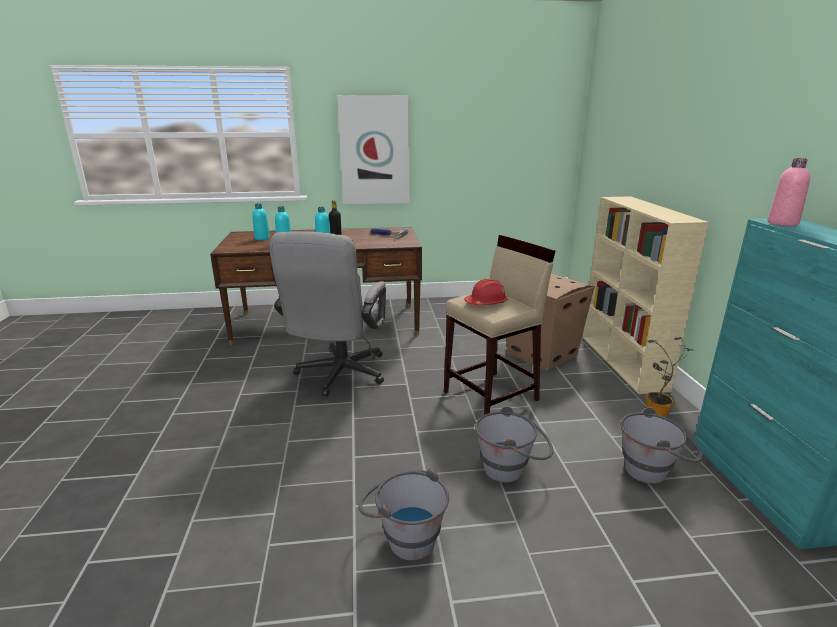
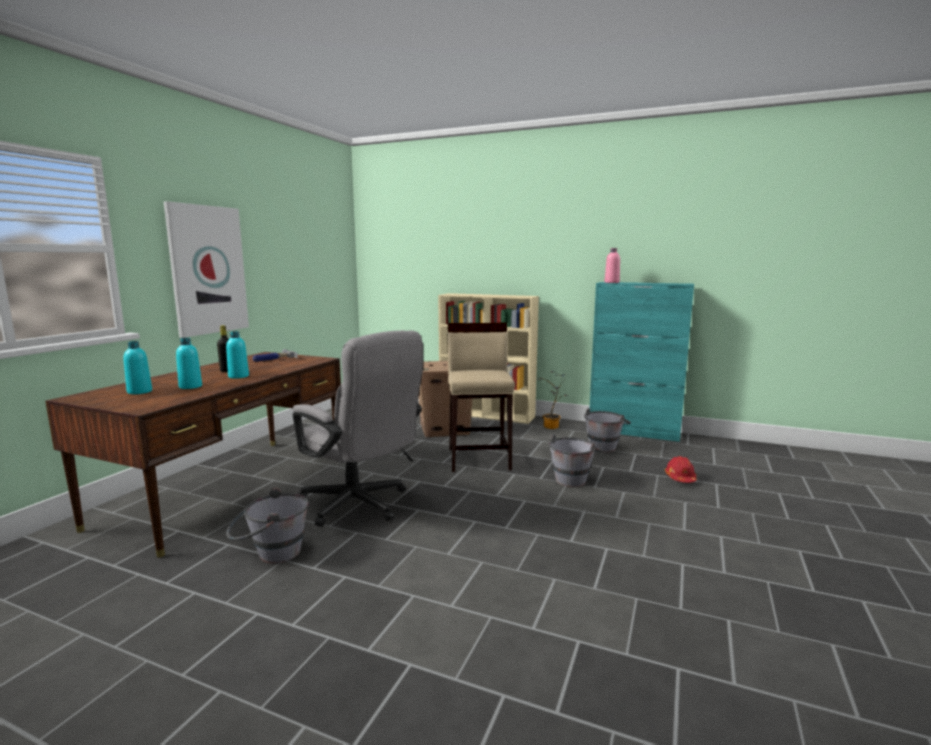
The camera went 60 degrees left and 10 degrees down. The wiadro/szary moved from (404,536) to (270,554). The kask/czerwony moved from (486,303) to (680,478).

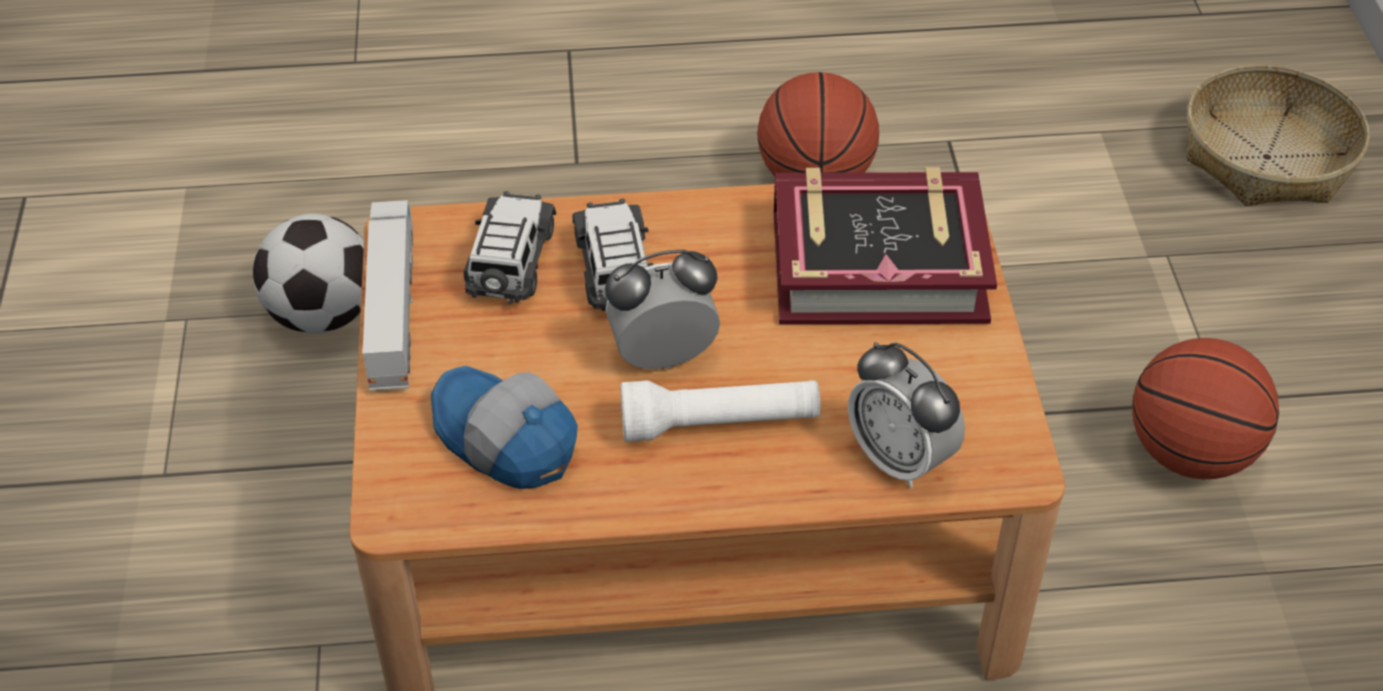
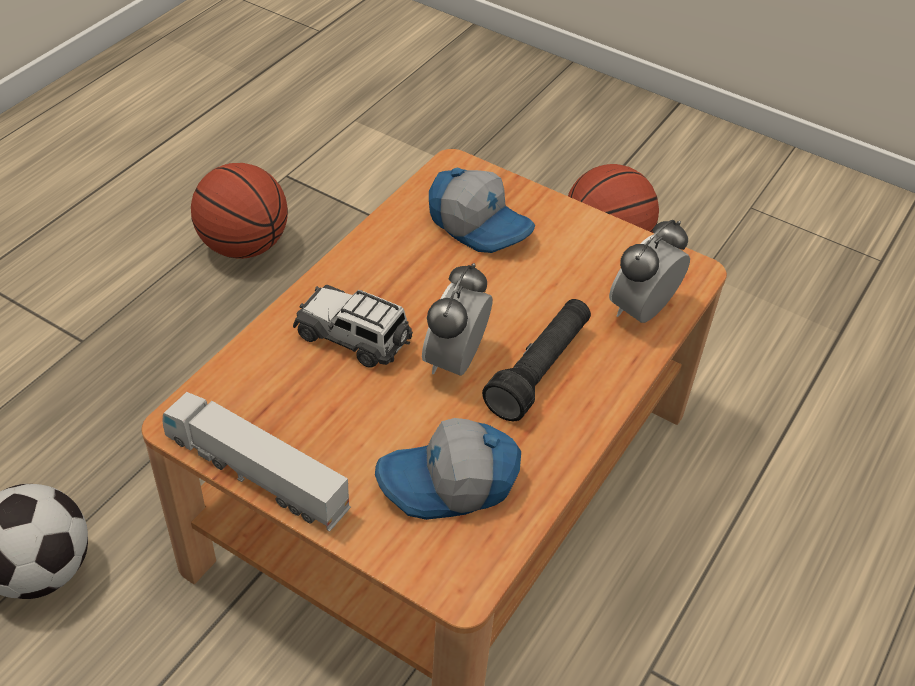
The camera went 55 degrees left and 0 degrees up. The samochodzik at (511,263) disappeared. The latarka/biały at (720,424) became the latarka/czarny at (539,370). The książka at (878,265) was replaced by the czapka z daszkiem at (480,224). The budzik at (900,459) turned 135 degrees clockwise. The koszyk at (1267,157) disappeared.

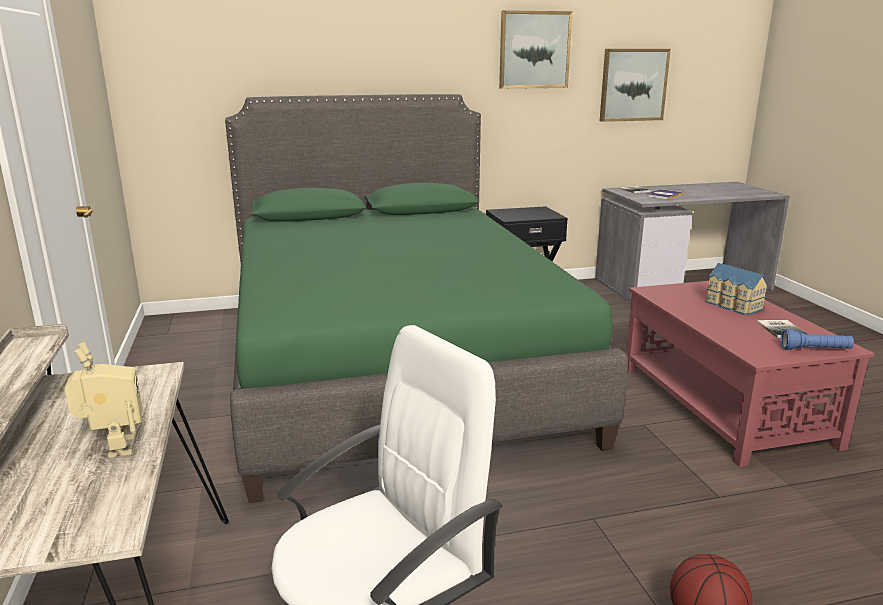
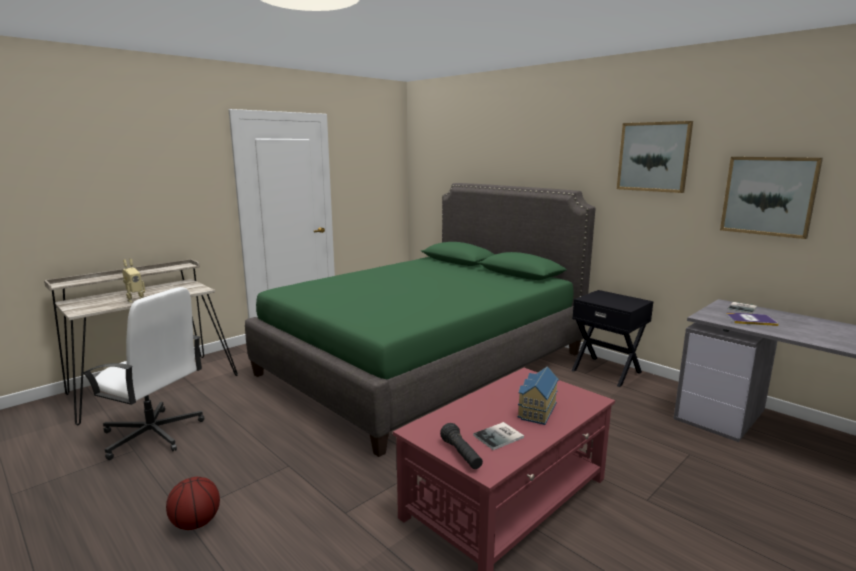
The camera went 60 degrees right and 5 degrees down. The latarka/niebieski at (815,350) became the latarka/czarny at (461,455).

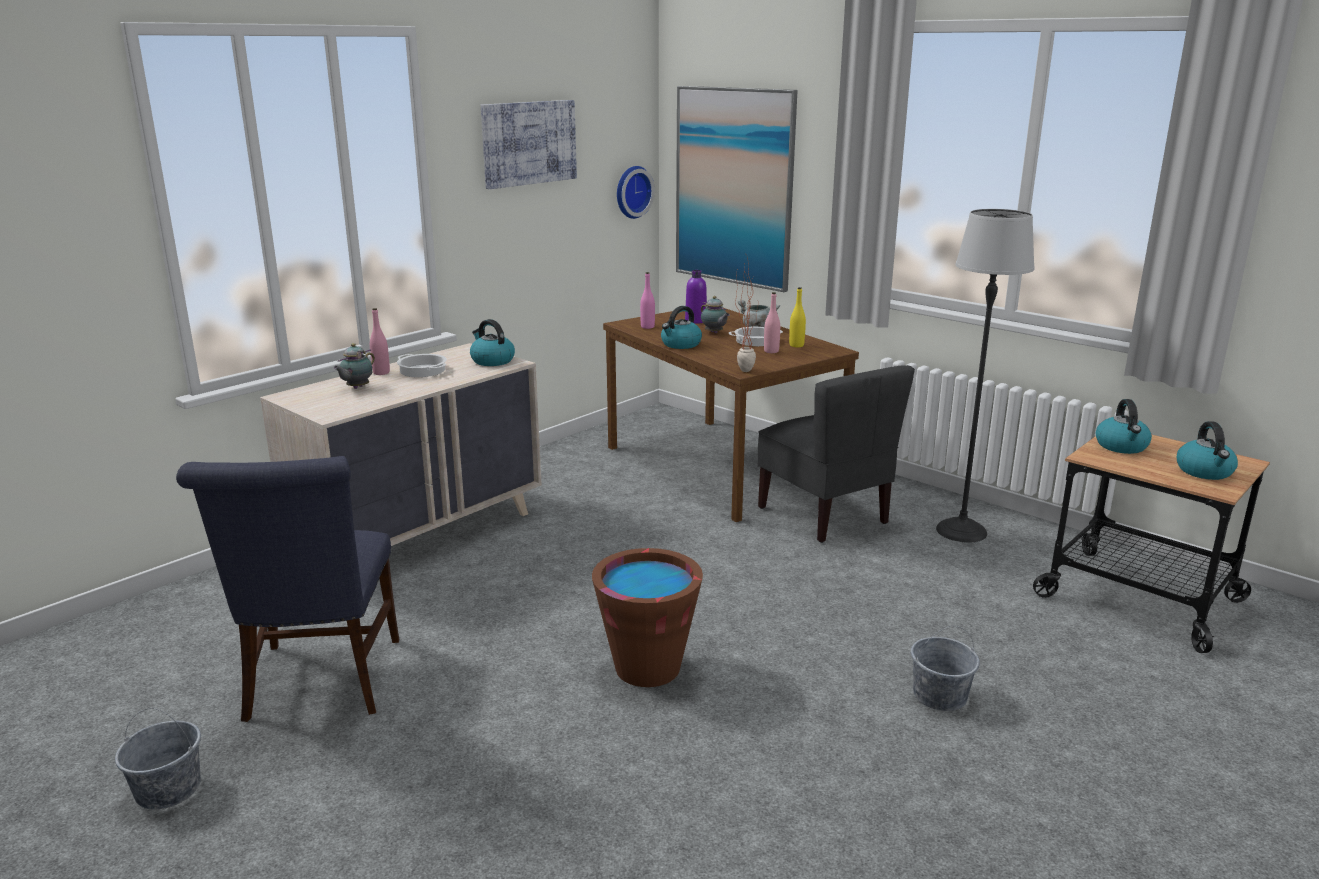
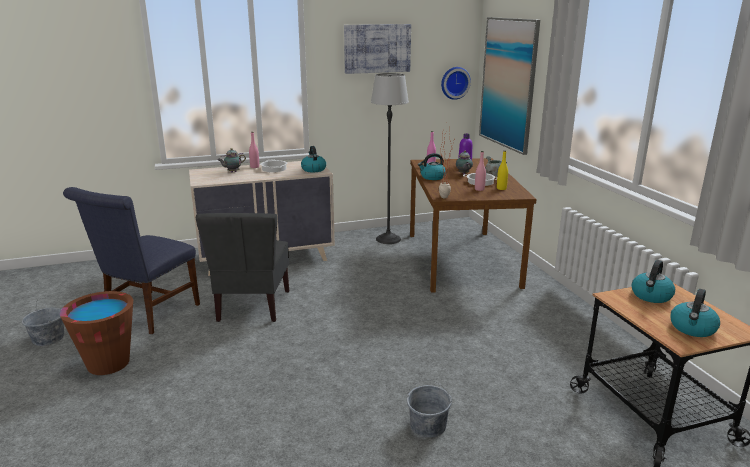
The camera went 30 degrees right and 0 degrees up. The wiadro/brązowy moved from (647,668) to (108,363). The krzesło/szary moved from (824,515) to (252,306). The lampa stojąca moved from (962,531) to (388,239).

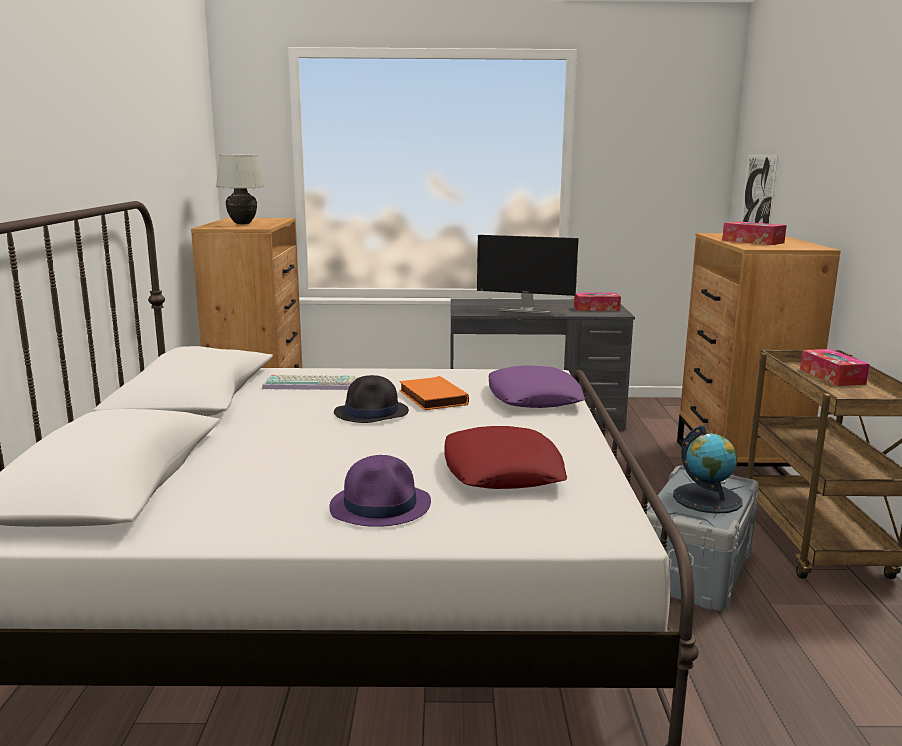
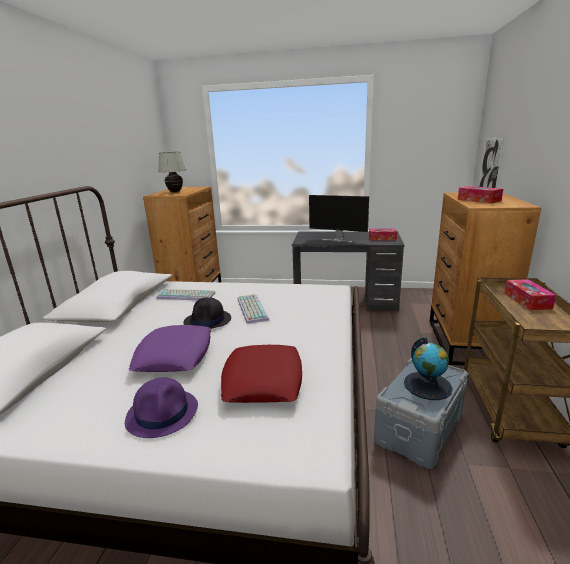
The camera went 10 degrees right and 5 degrees up. The książka/pomarańczowy at (431,398) was replaced by the klawiatura at (251,309). The poduszka/fioletowy moved from (534,398) to (174,355).

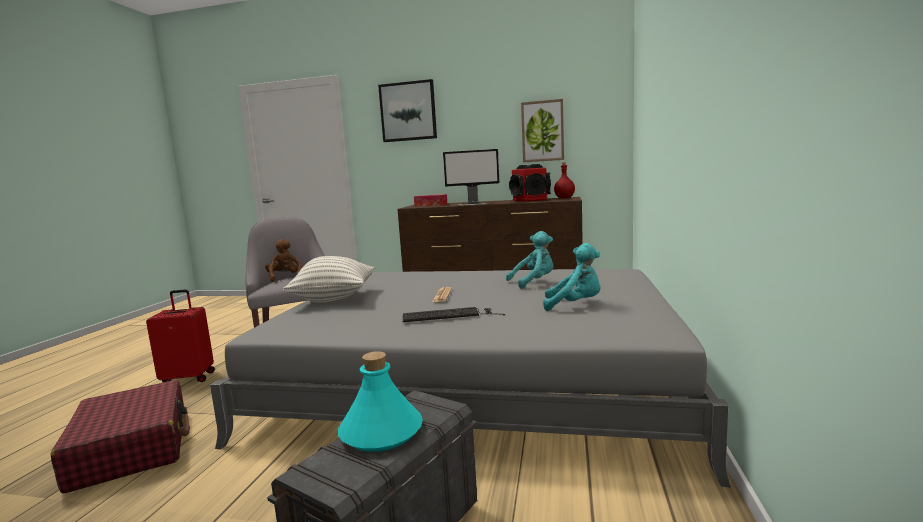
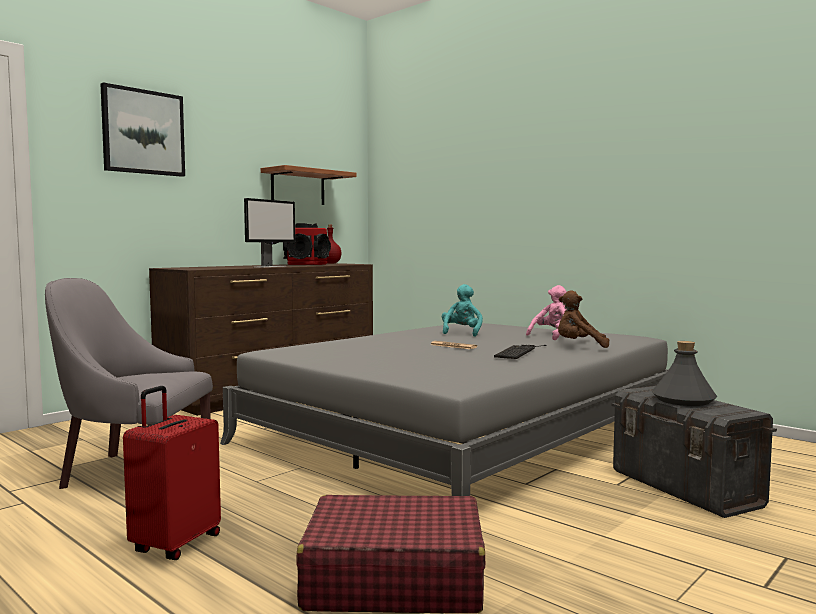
The camera went 60 degrees left and 5 degrees down. The pluszak/brązowy moved from (285,278) to (579,346). The poduszka at (334,299) disappeared. The butelka/turkusowy at (381,432) became the butelka/szary at (683,400). The pudełko chusteczek at (431,205) disappeared. The obraz at (542,131) was replaced by the półka at (298,187). The pluszak/turkusowy at (575,305) became the pluszak/różowy at (552,336).

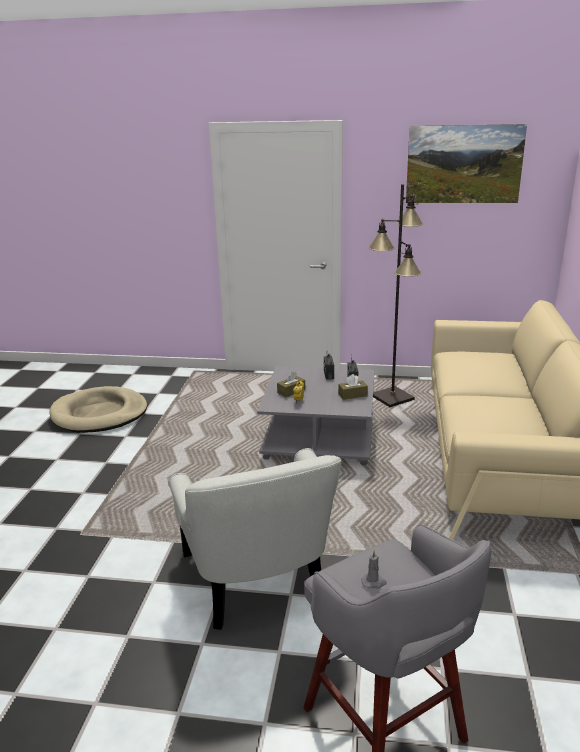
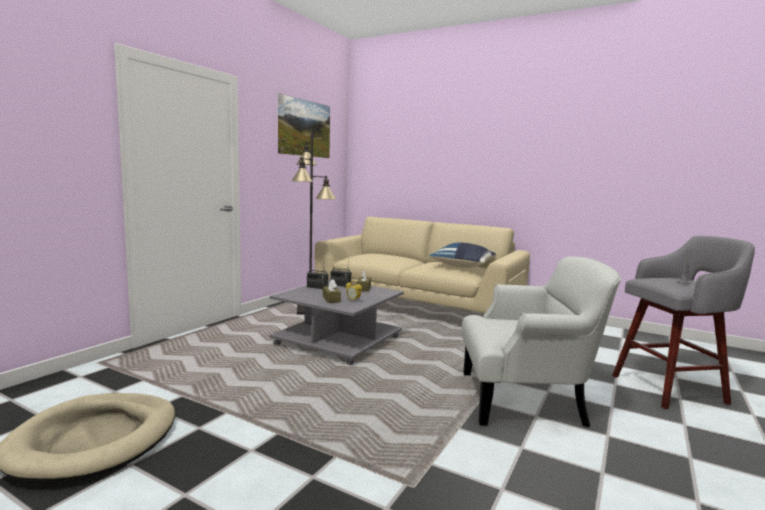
The camera went 70 degrees left and 15 degrees down. The poduszka/niebieski at (463,267) appeared.

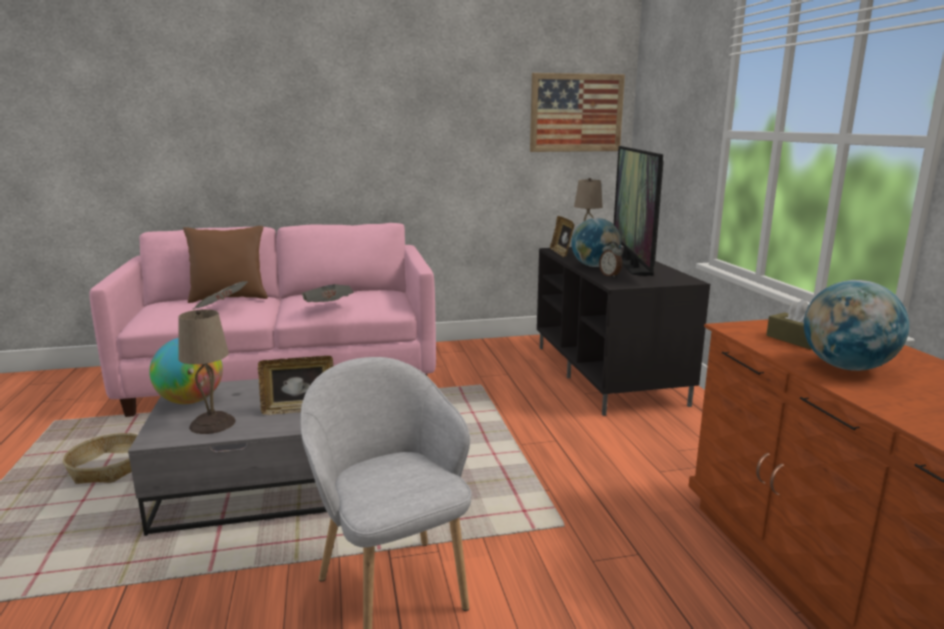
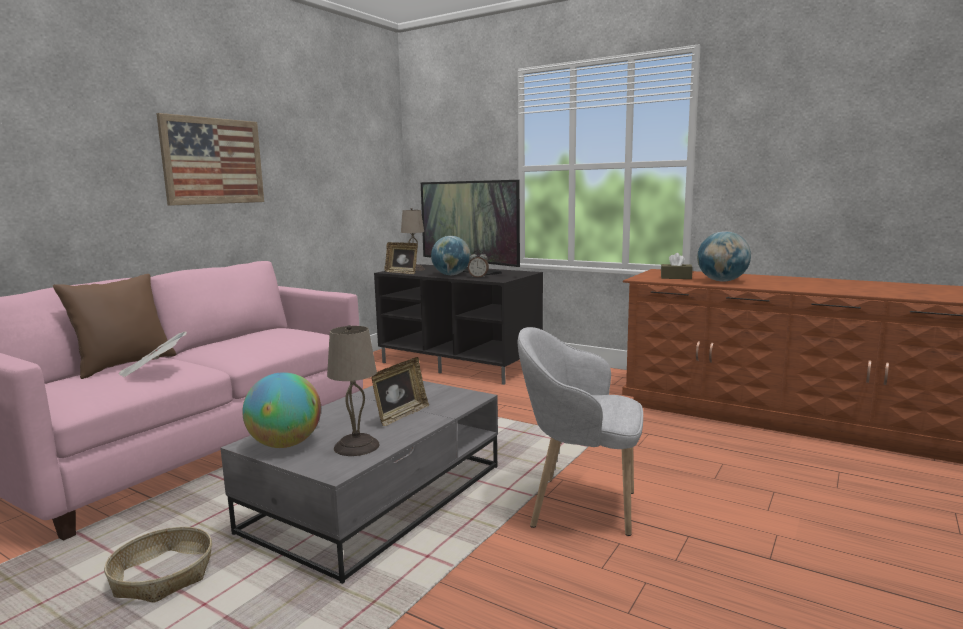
The camera went 45 degrees left and 5 degrees down. The gazeta at (328,308) disappeared. The obraz moved from (576,113) to (213,161).

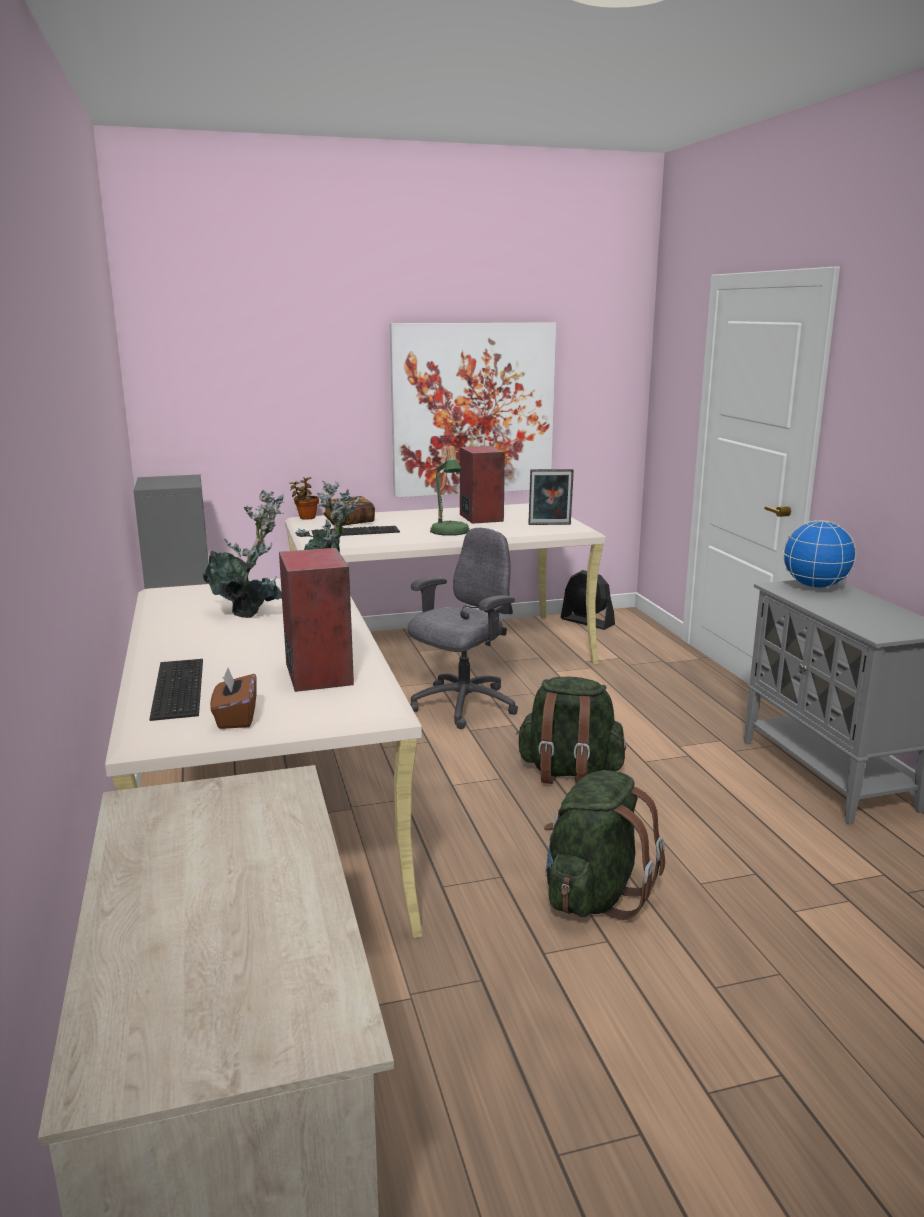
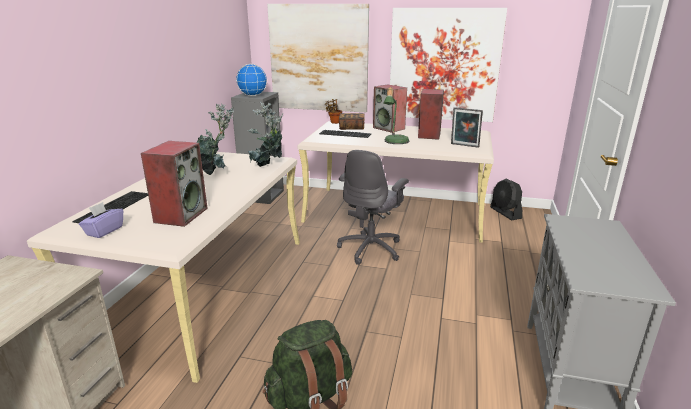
The camera went 30 degrees right and 5 degrees up. The pudełko chusteczek/brązowy at (236,718) became the pudełko chusteczek/fioletowy at (104,231). The krzesło biurowe/szary at (462,706) turned 135 degrees clockwise. The plecak/zielony at (569,772) disappeared. The globus moved from (814,587) to (253,95). The obraz at (318,58) appeared. The głośnik at (389,128) appeared.

